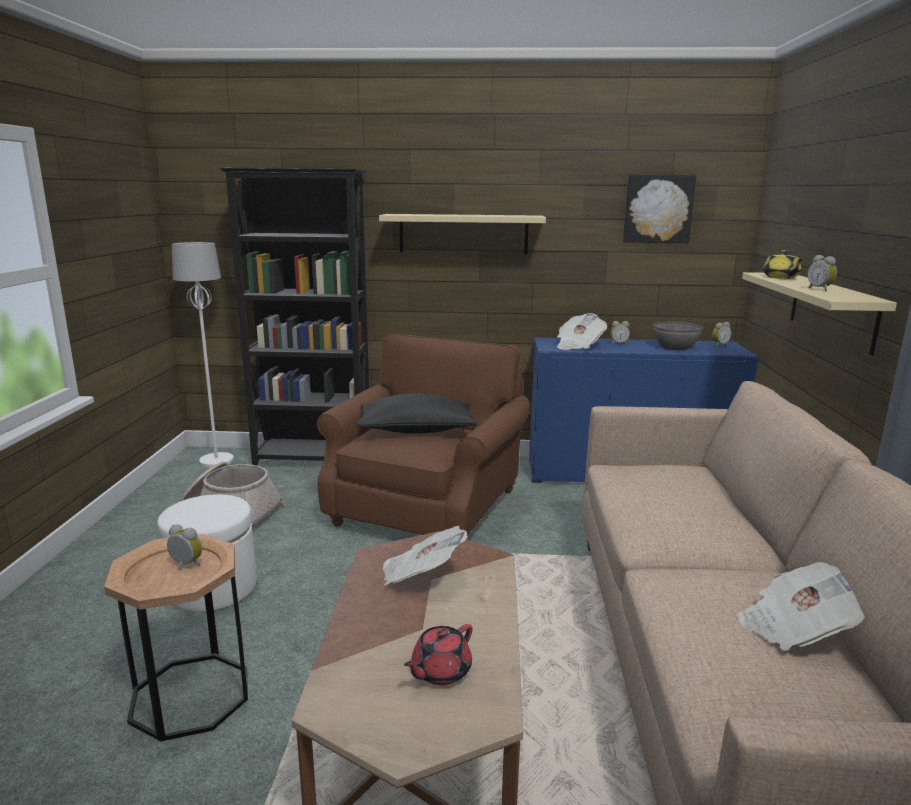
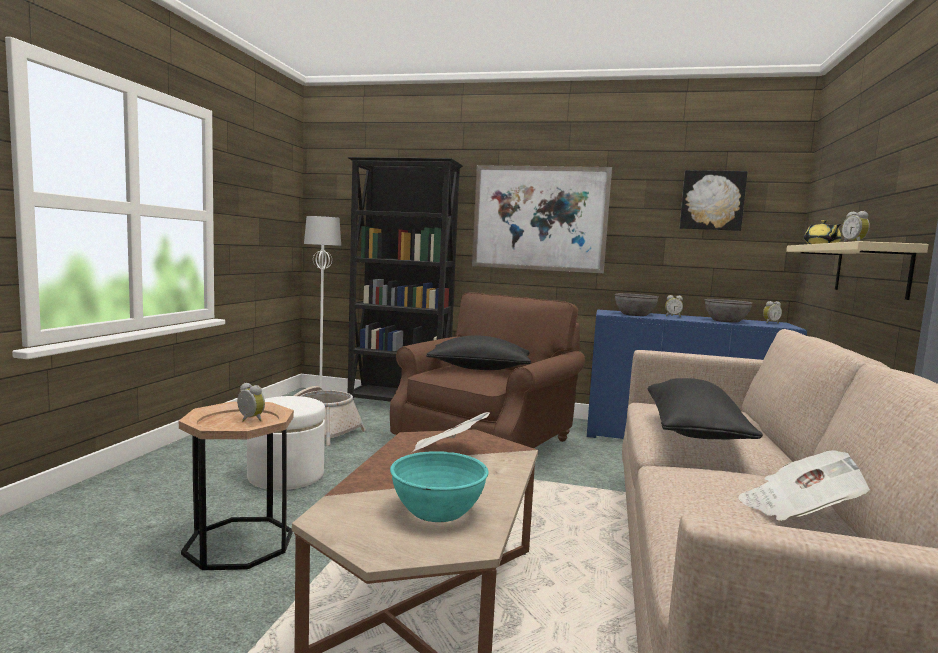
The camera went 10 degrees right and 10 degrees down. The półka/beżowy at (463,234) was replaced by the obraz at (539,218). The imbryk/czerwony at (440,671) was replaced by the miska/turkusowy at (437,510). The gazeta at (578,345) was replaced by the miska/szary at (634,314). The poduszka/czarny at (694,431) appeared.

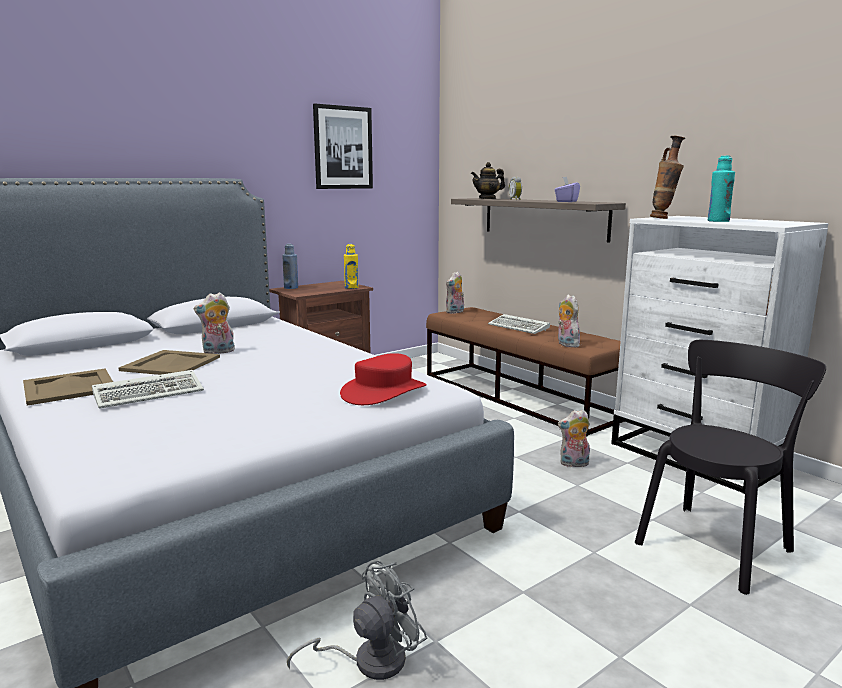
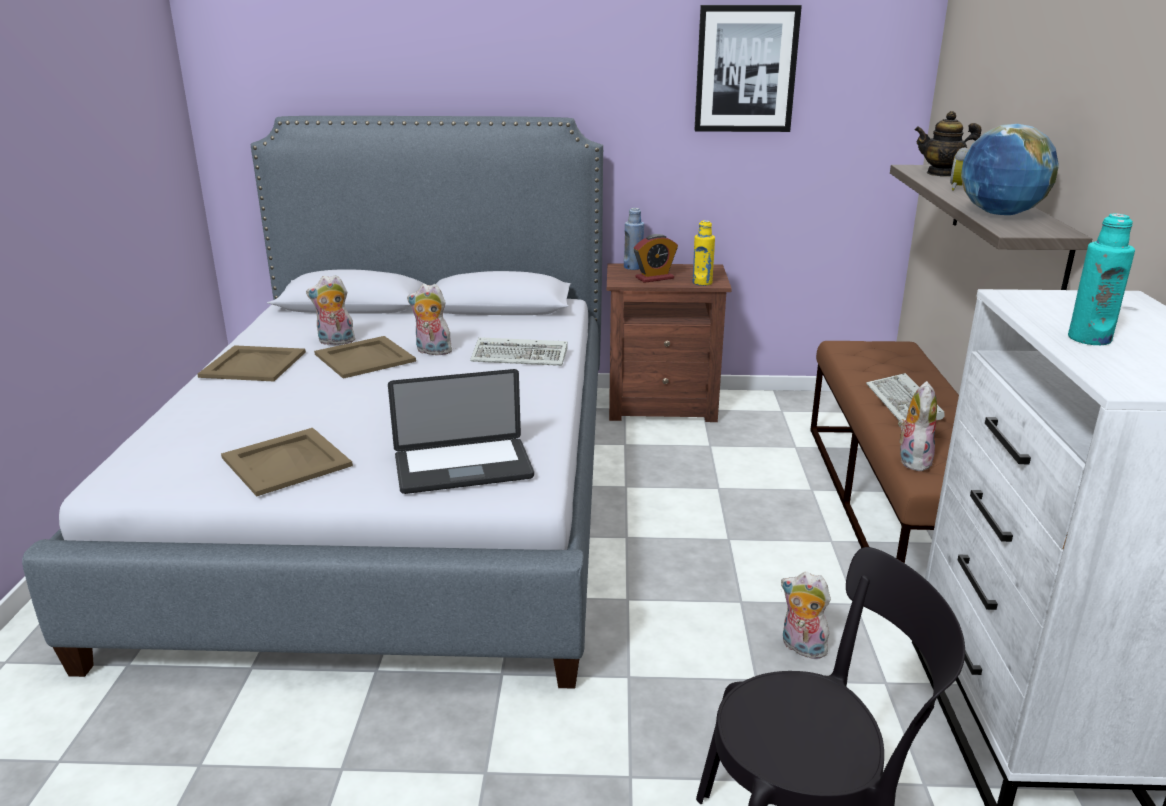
The camera went 40 degrees right and 10 degrees up. The klawiatura moved from (151,393) to (522,356). The wentylator/szary at (369,660) disappeared. The kapelusz/czerwony at (383,391) was replaced by the laptop at (463,468). The pluszak moved from (455,312) to (335,342). The pudełko chusteczek/fioletowy at (566,201) was replaced by the globus at (1000,214). The wazon at (663,218) disappeared. The taca/beżowy at (287,461) appeared. The budzik at (654,278) appeared.

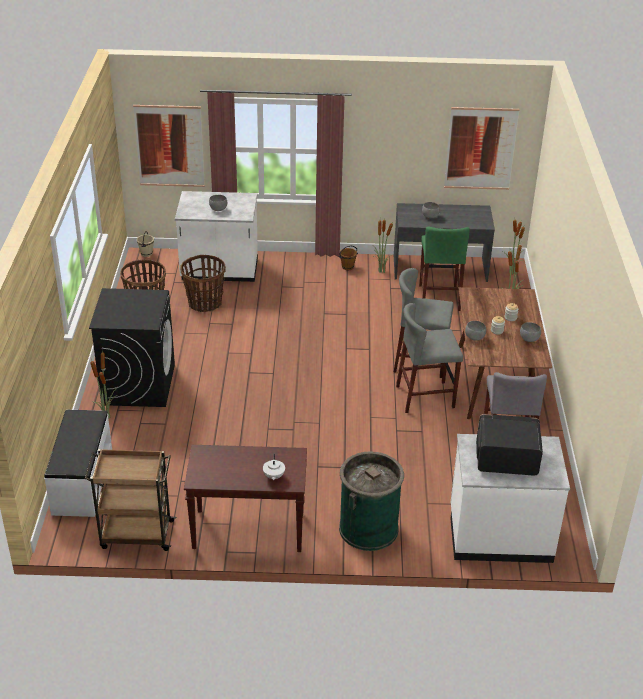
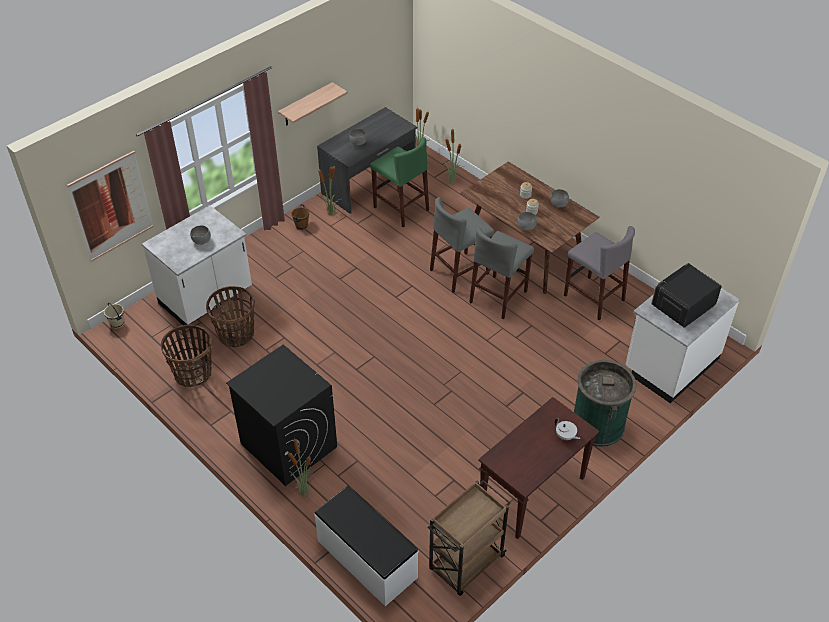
The camera went 45 degrees left and 10 degrees up. The obraz at (480,148) disappeared. The półka at (306,105) appeared.

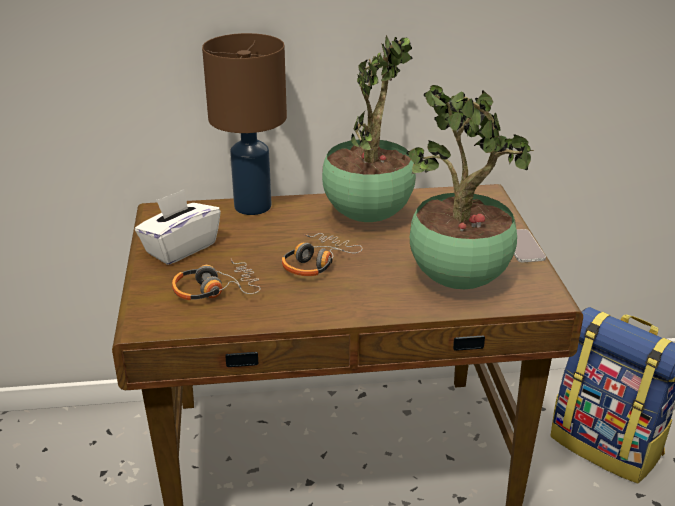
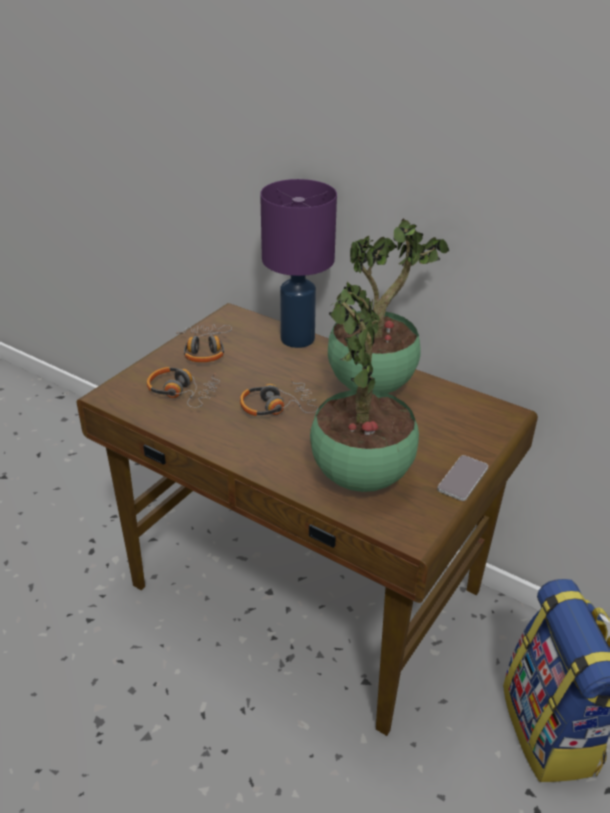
The camera went 40 degrees right and 5 degrees up. The pudełko chusteczek/biały at (180,248) was replaced by the słuchawki at (204,349). The lampa stołowa/brązowy at (254,206) became the lampa stołowa/fioletowy at (298,339).

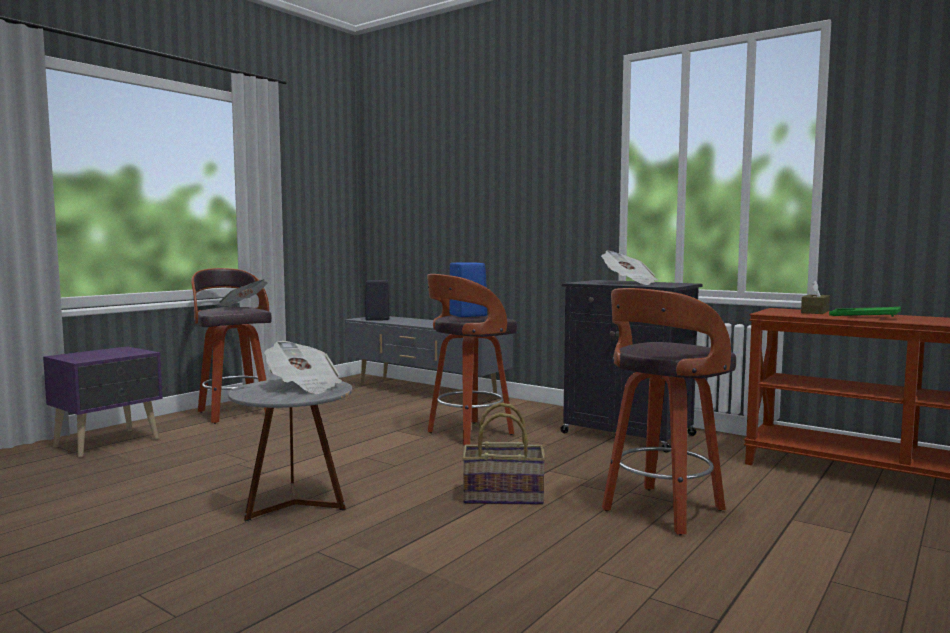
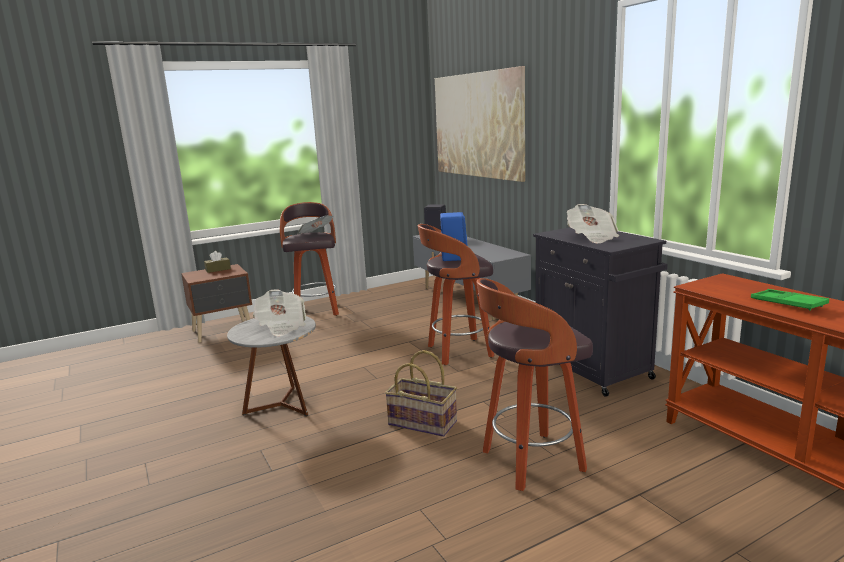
The camera went 25 degrees right and 10 degrees up. The szafka nocna/fioletowy at (109,443) became the szafka nocna/brązowy at (223,331). The pudełko chusteczek/brązowy moved from (815,312) to (218,269). The obraz at (477,125) appeared.

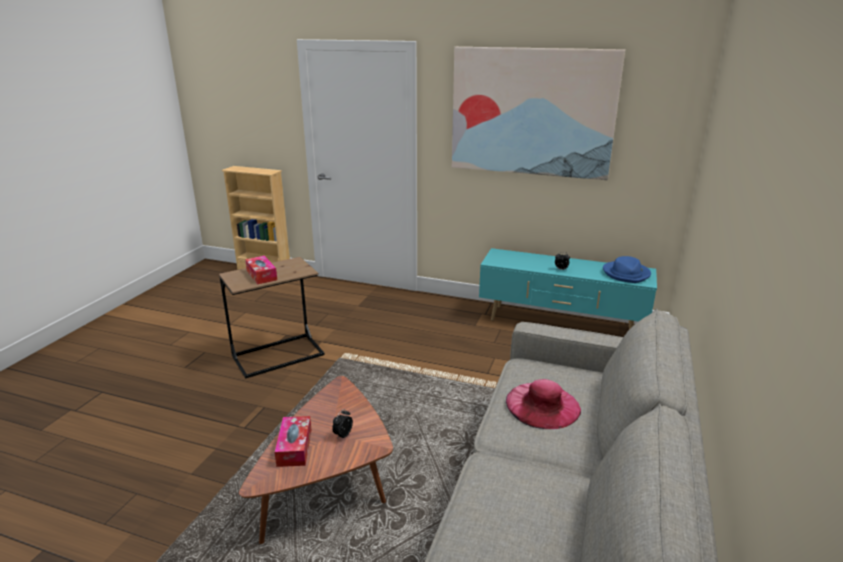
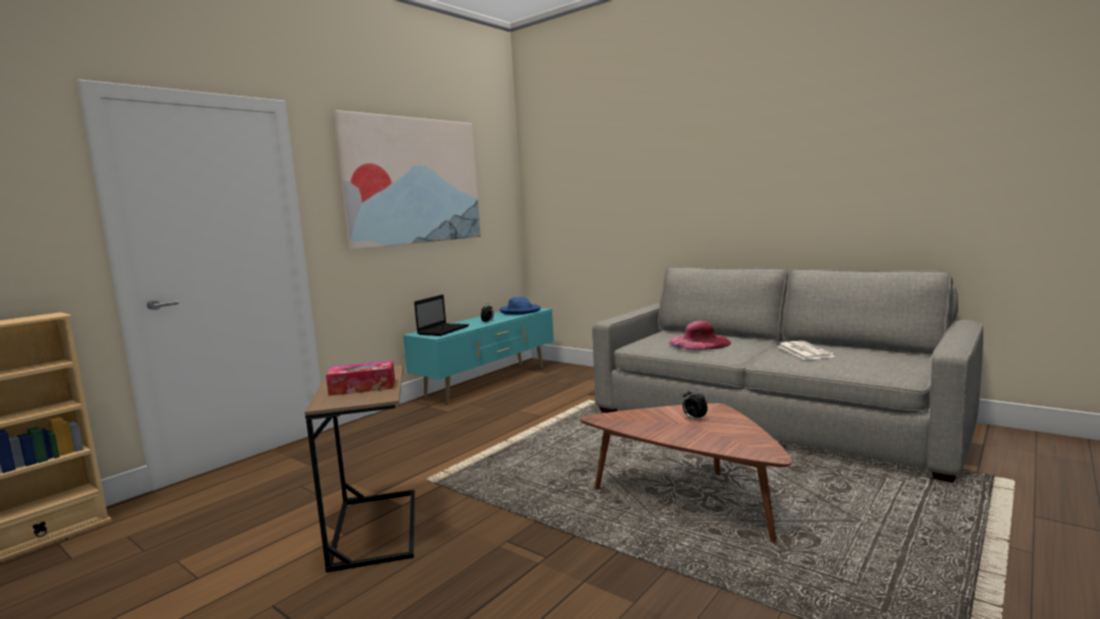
The camera went 70 degrees left and 15 degrees down. The pudełko chusteczek at (294,447) disappeared. The laptop at (443,330) appeared. The gazeta at (804,351) appeared.

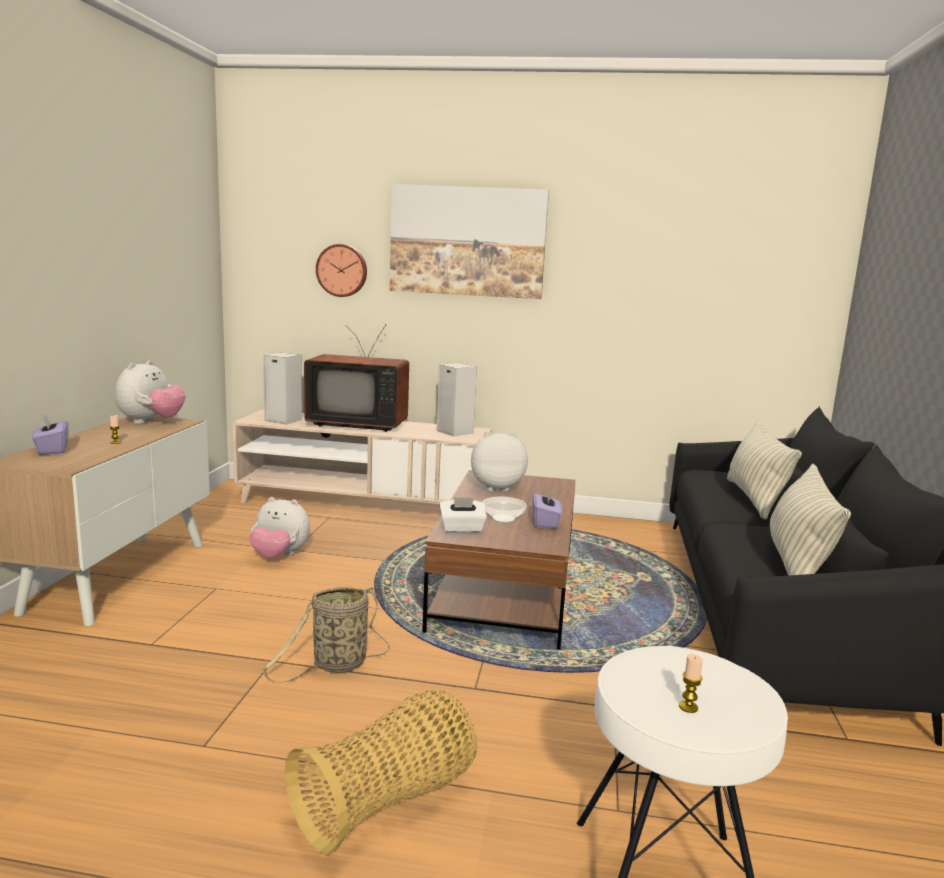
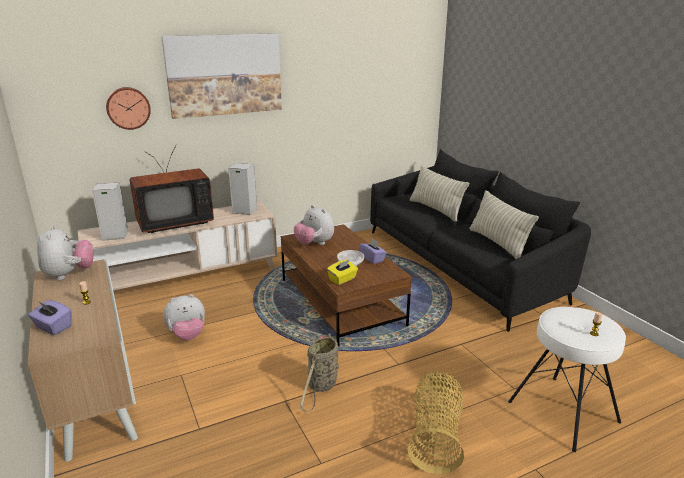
The camera went 35 degrees left and 10 degrees up. The pudełko chusteczek/biały at (462,529) became the pudełko chusteczek/żółty at (342,279). The pluszak at (496,487) turned 90 degrees counterclockwise.

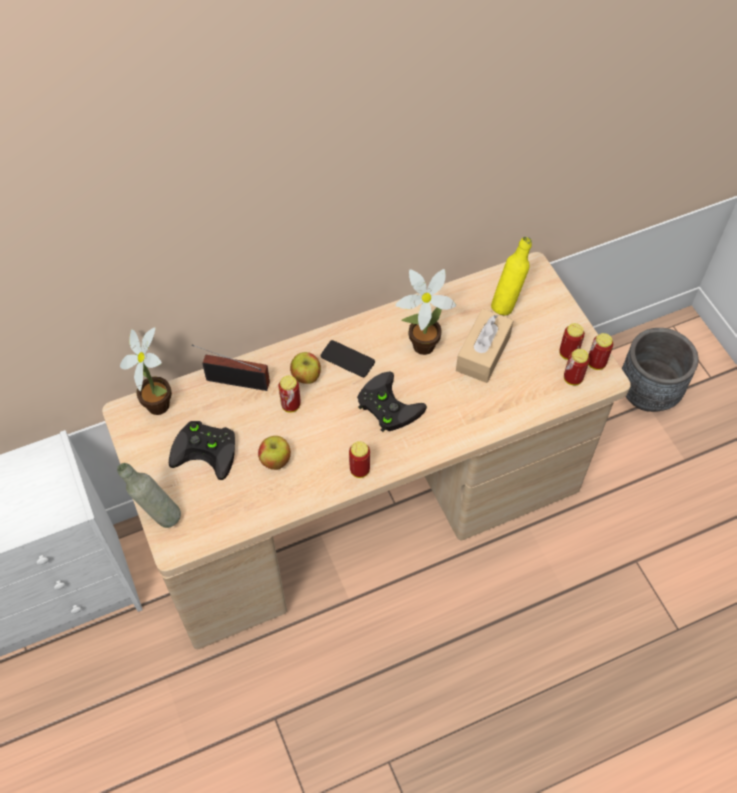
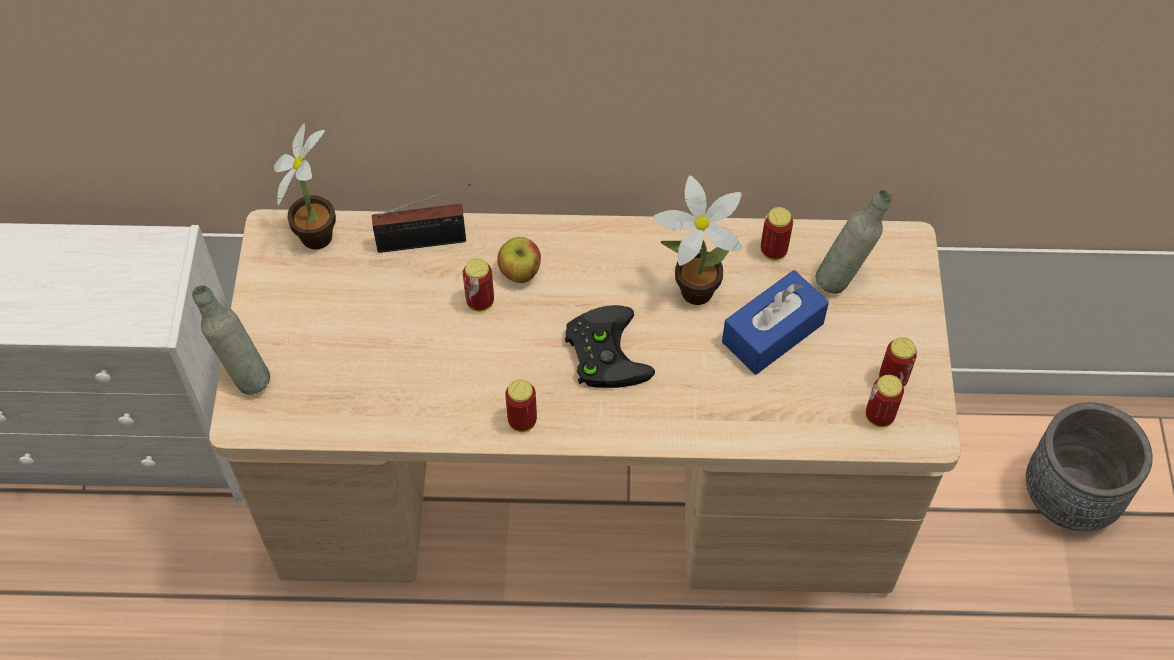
The camera went 25 degrees right and 0 degrees up. The pad do gier/czarny at (208,450) disappeared. The radio at (234,380) turned 135 degrees clockwise. The jabłko at (275,460) disappeared. The telefon at (347,359) disappeared. The pudełko chusteczek/beżowy at (483,353) became the pudełko chusteczek/niebieski at (772,333). The butelka/żółty at (507,304) became the butelka/szary at (843,278). The puszka moved from (596,363) to (773,251).

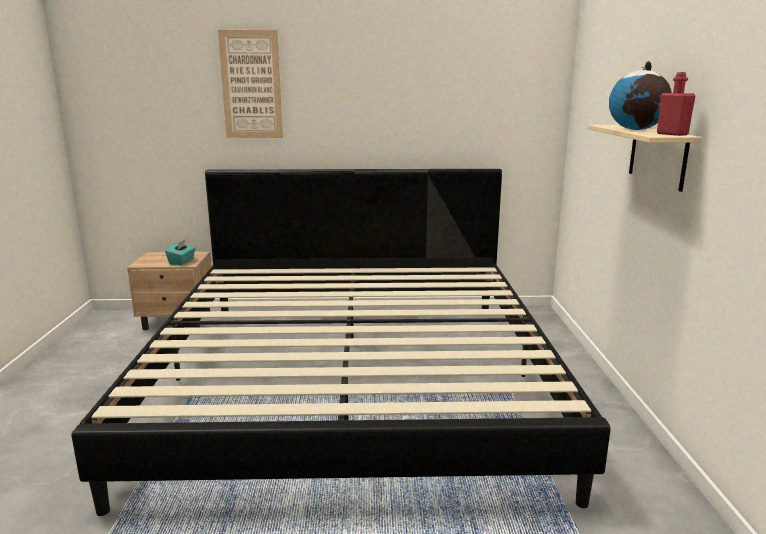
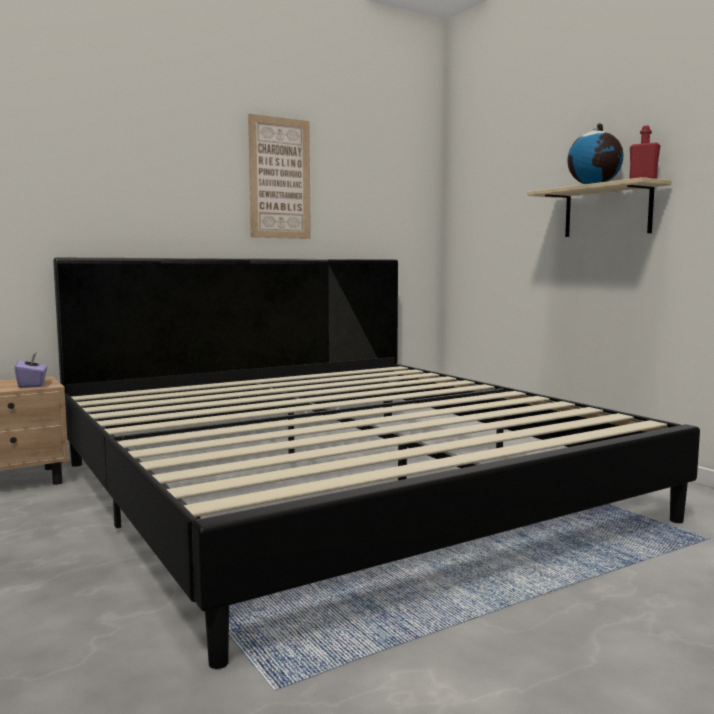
The camera went 30 degrees left and 10 degrees down. The pudełko chusteczek/turkusowy at (182,261) became the pudełko chusteczek/fioletowy at (32,385). The obraz moved from (251,85) to (279,178).

